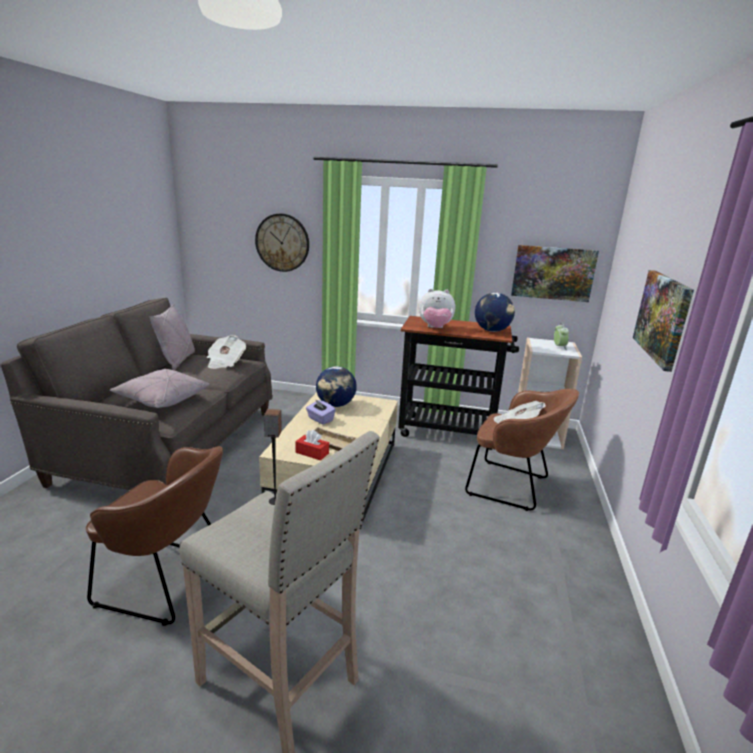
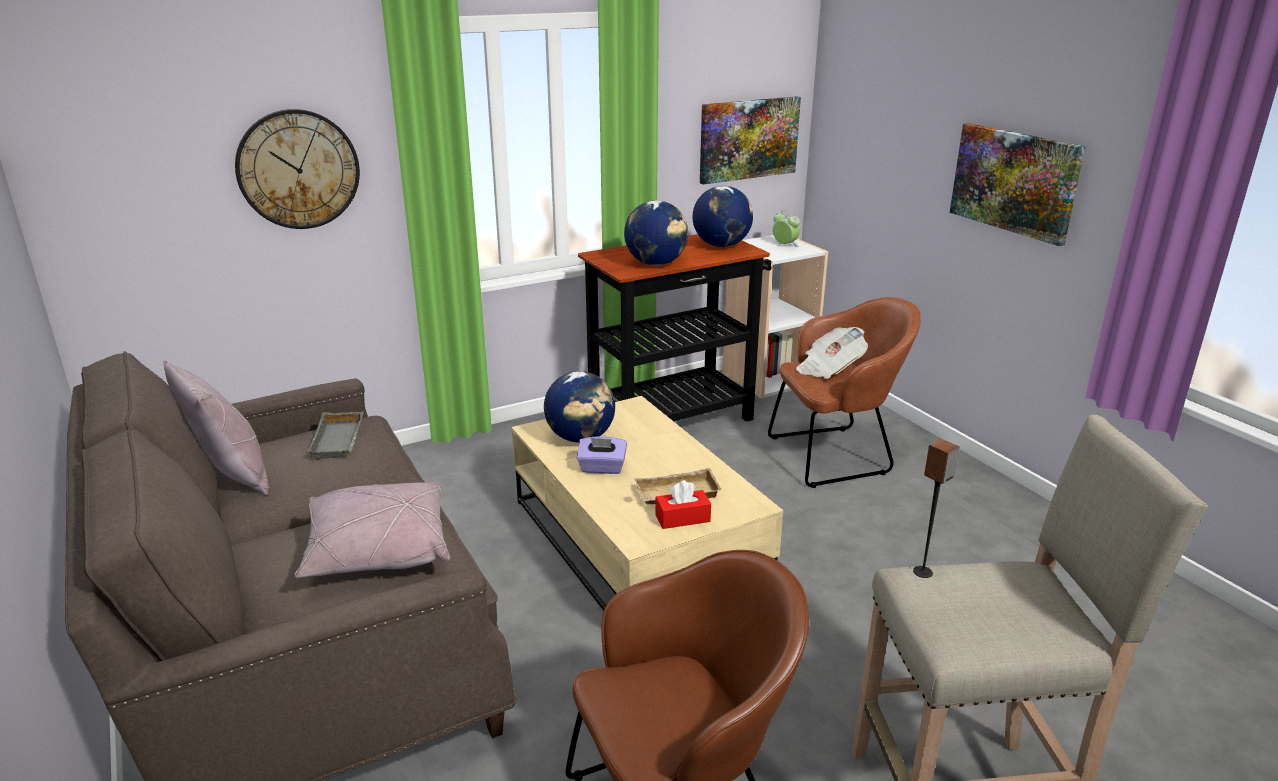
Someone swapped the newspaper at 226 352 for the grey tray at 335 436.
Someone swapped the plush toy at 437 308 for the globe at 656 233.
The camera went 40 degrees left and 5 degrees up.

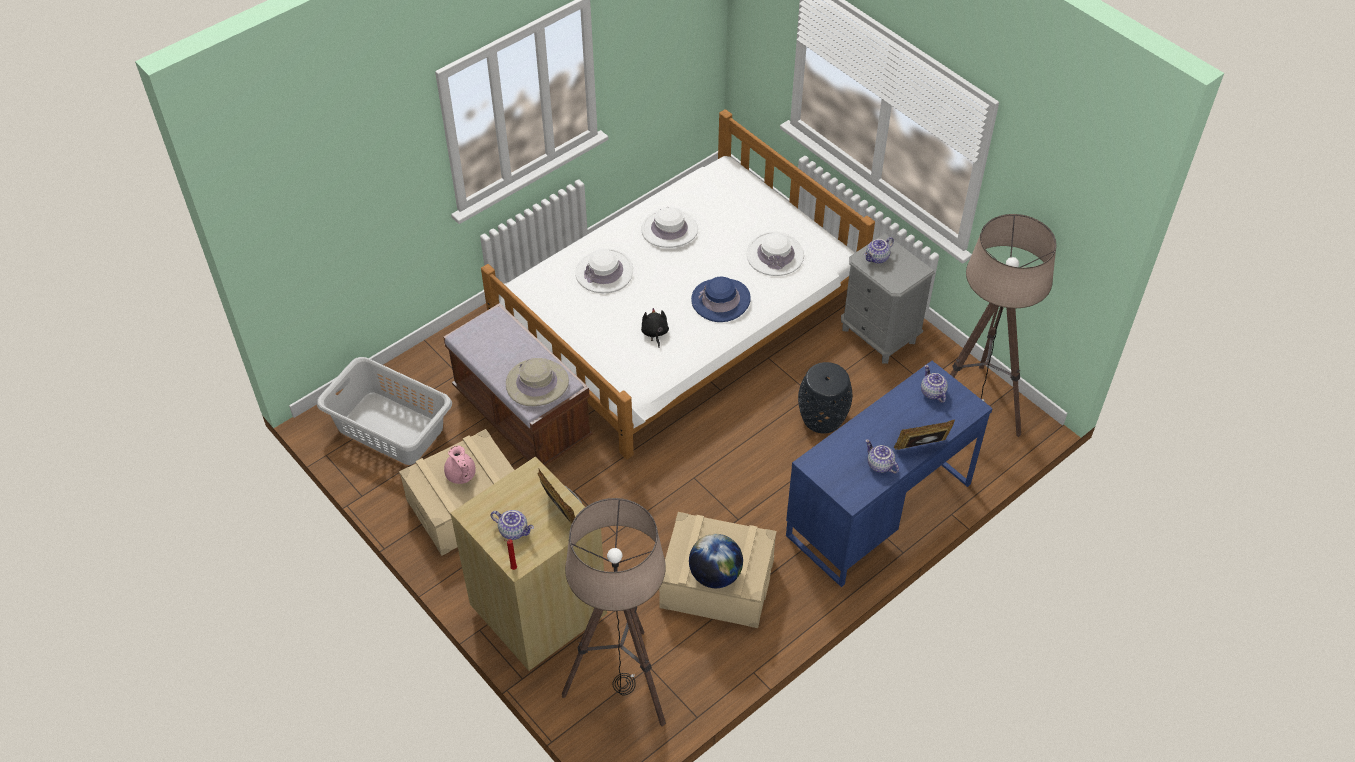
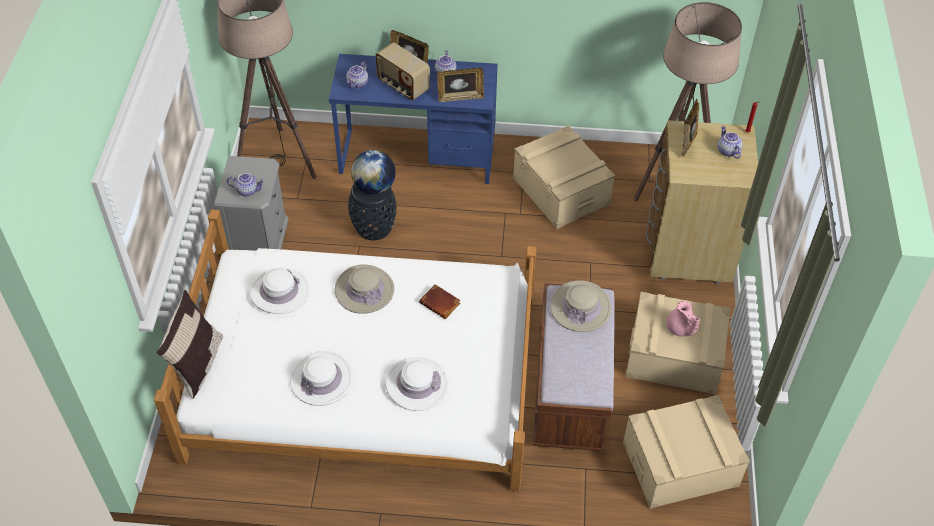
Someone put down the pillow at 190 344.
Someone repainted the blue hat at 721 299, which became the beige hat at 364 289.
Someone carried the globe from 716 561 to 373 172.
Someone put down the radio at 402 71.
Someone swapped the black plush toy at 655 328 for the brown book at 439 301.
Someone put down the picture frame at 460 85.
Someone swapped the grey laundry basket at 384 411 for the beige storage box at 686 452.
Someone rotated the pink teapot at 460 465 by 135 degrees clockwise.
The camera went 135 degrees left and 0 degrees up.

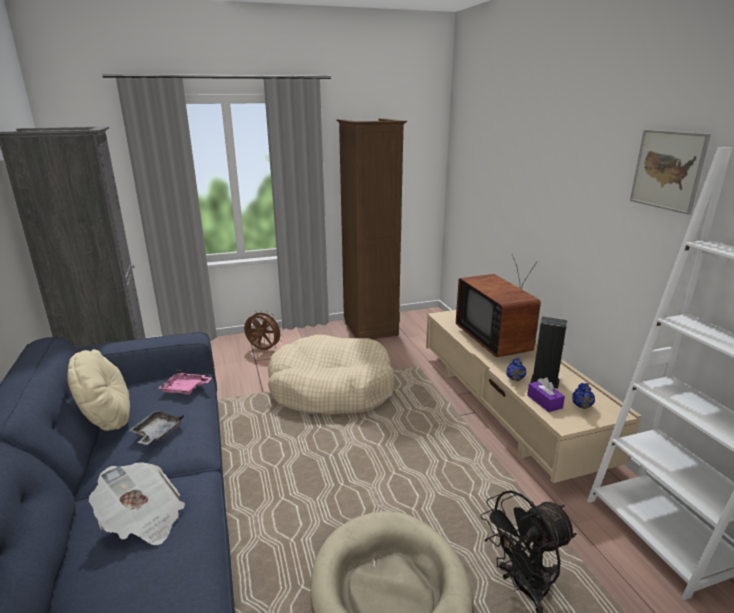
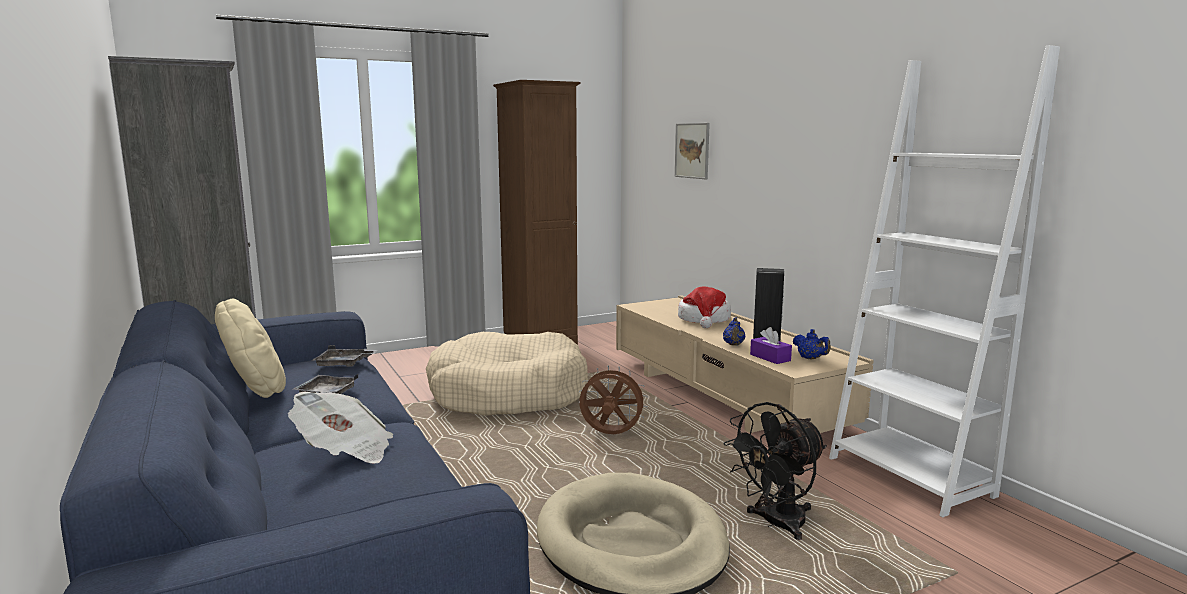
Someone repainted the pink tray at 185 382, which became the grey tray at 345 356.
Someone carried the brown fan from 264 330 to 613 399.
Someone carried the picture from 670 172 to 692 151.
Someone swapped the television at 498 305 for the hat at 704 307.
Someone rotated the blue teapot at 583 396 by 45 degrees counterclockwise.
The camera went 10 degrees left and 10 degrees down.

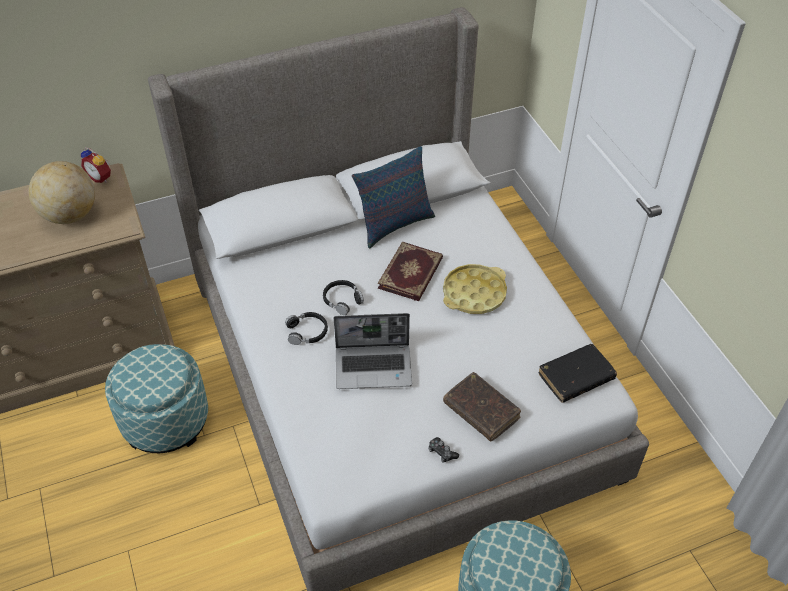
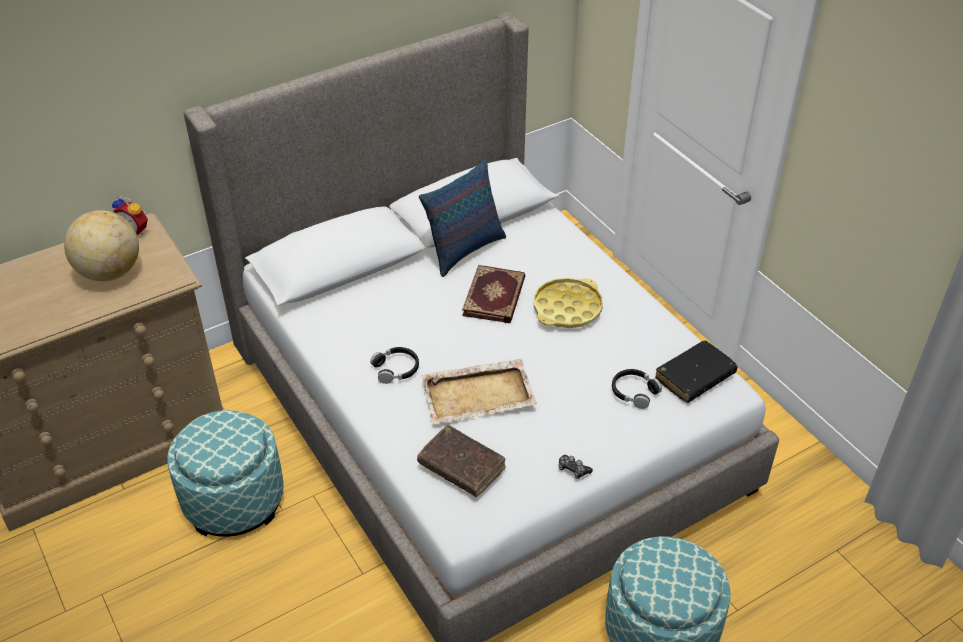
Someone carried the brown book from 482 407 to 461 461.
Someone swapped the laptop at 373 351 for the beige tray at 479 392.
Someone carried the black headphones from 343 297 to 637 389.
The camera went 10 degrees left and 5 degrees down.

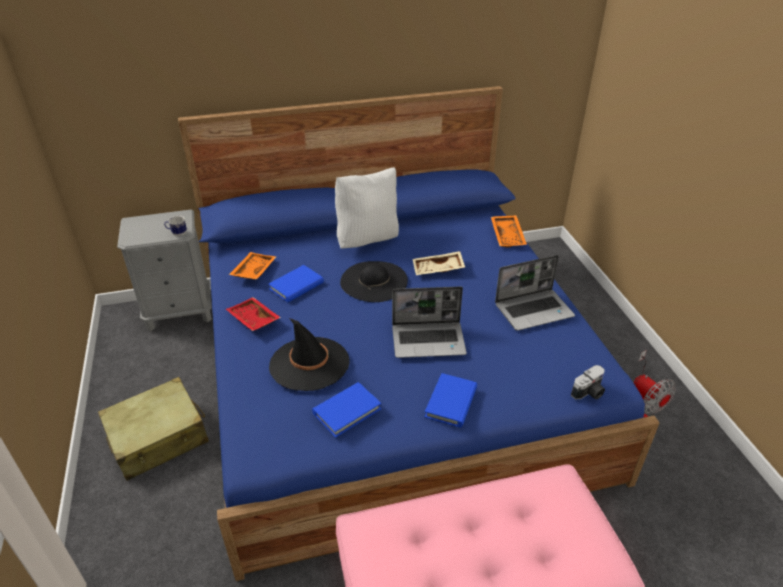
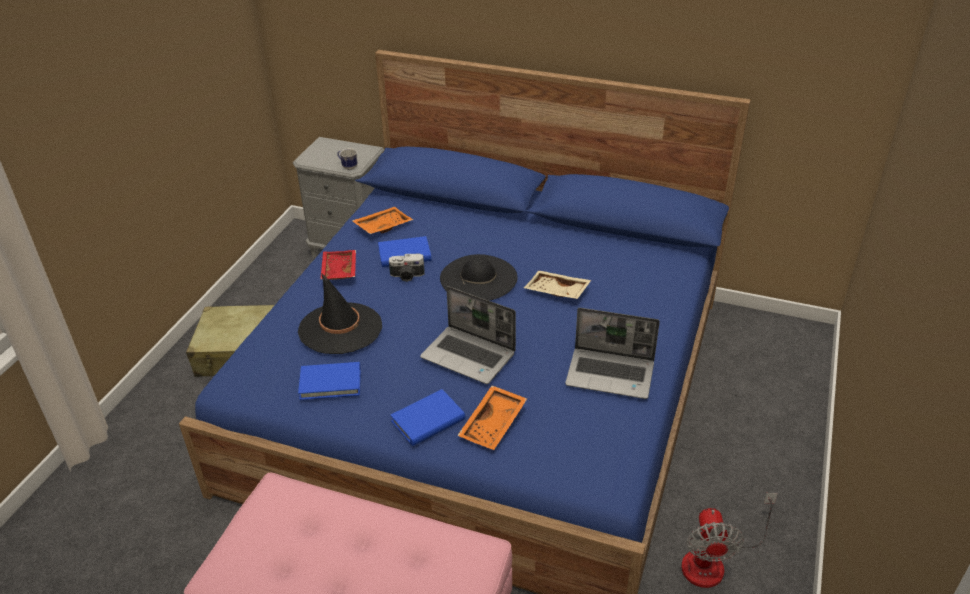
Someone carried the photo camera from 588 382 to 407 268.
Someone carried the orange tray from 509 231 to 492 418.
Someone took away the white pillow at 367 208.
The camera went 35 degrees right and 0 degrees up.

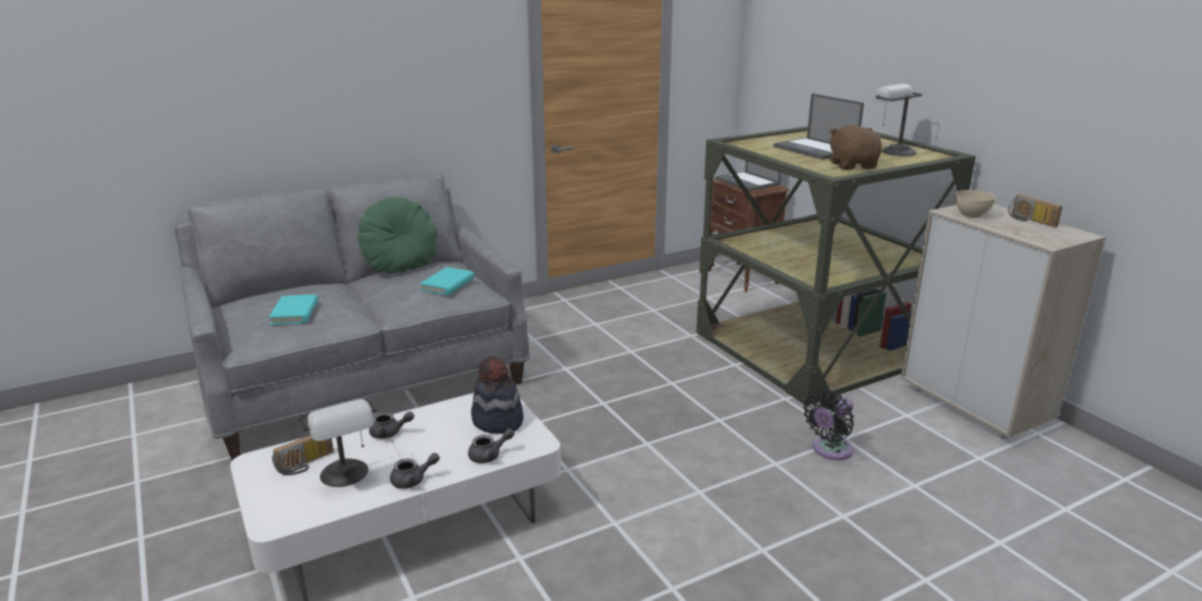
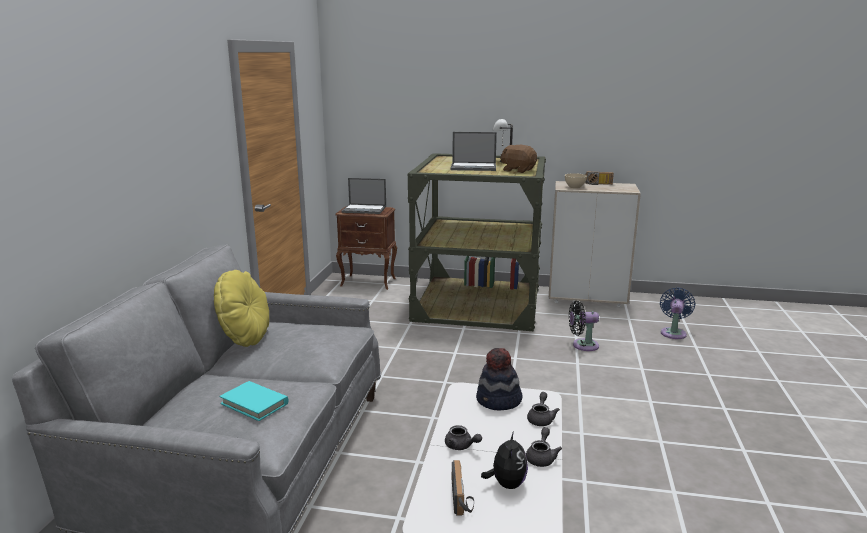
Someone repainted the green pillow at 397 235, which became the yellow pillow at 241 308.
Someone rotated the grey teapot at 391 425 by 90 degrees clockwise.
Someone swapped the table lamp at 338 443 for the plush toy at 504 460.
Someone rotated the black fan at 829 424 by 90 degrees clockwise.
Someone put down the blue fan at 678 313.
Someone took away the turquoise book at 447 281.
The camera went 50 degrees left and 5 degrees down.

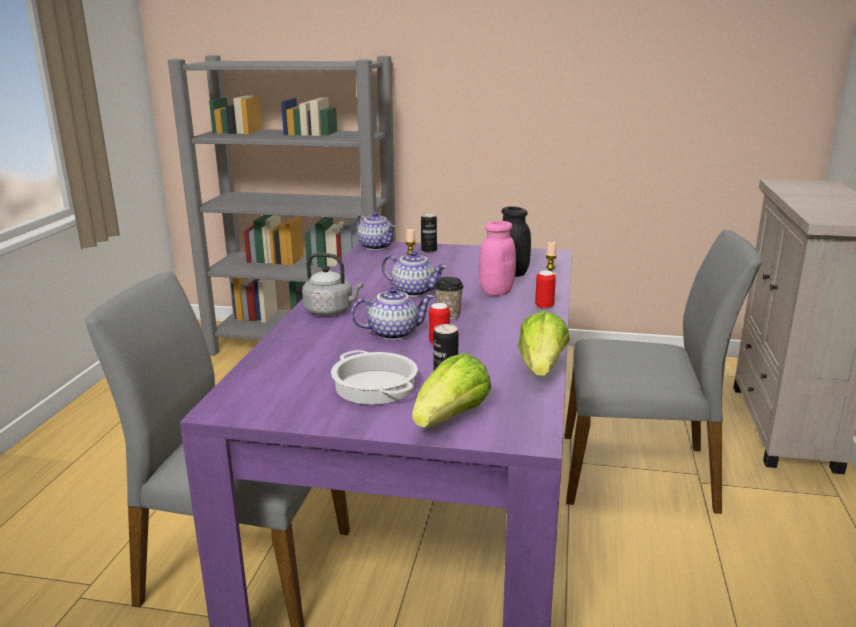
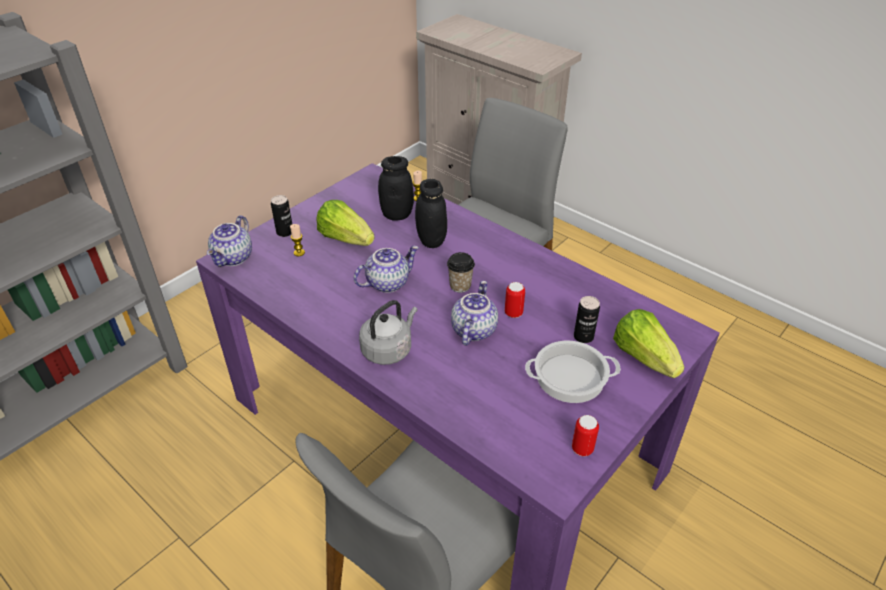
Someone rotated the teapot at 376 231 by 120 degrees clockwise.
Someone carried the lettuce from 544 343 to 345 223.
Someone repainted the pink jar at 497 258, which became the black jar at 431 213.
Someone carried the can from 545 290 to 585 436.
The camera went 60 degrees left and 20 degrees up.

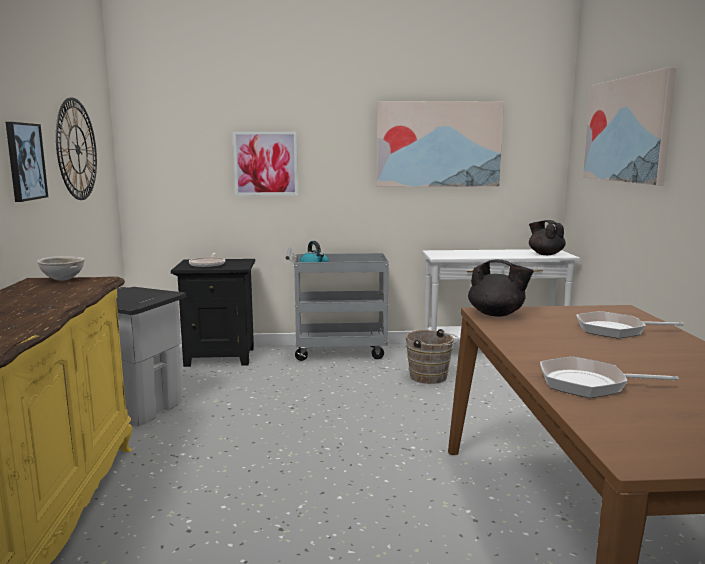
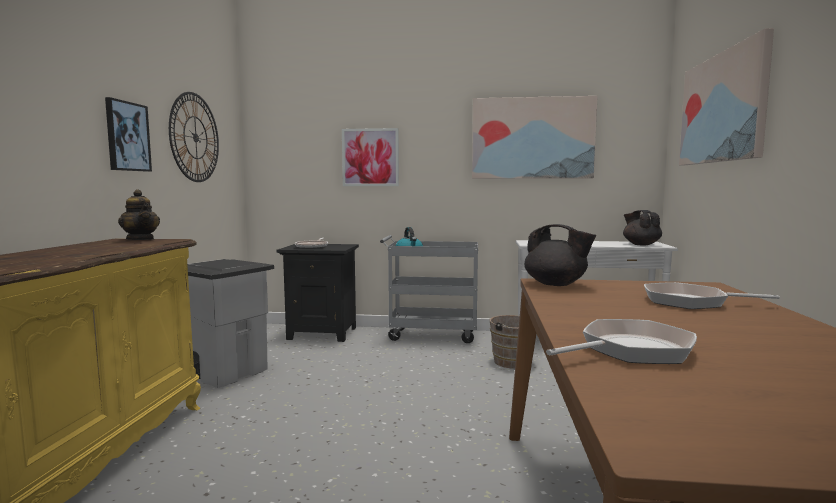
Someone swapped the grey bowl at 61 268 for the teapot at 139 214.
Someone rotated the frying pan at 609 377 by 135 degrees clockwise.
The camera went 10 degrees right and 5 degrees down.

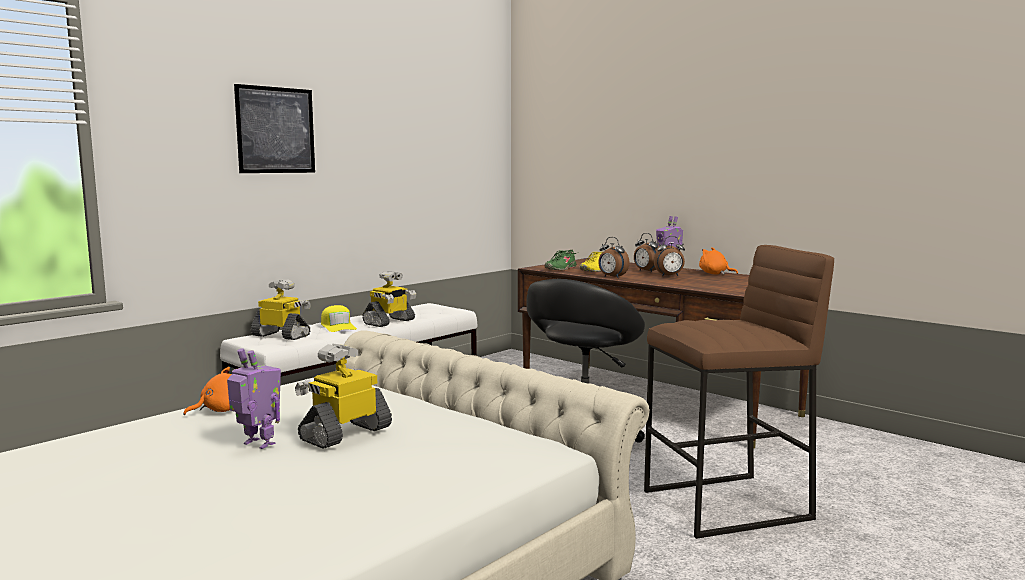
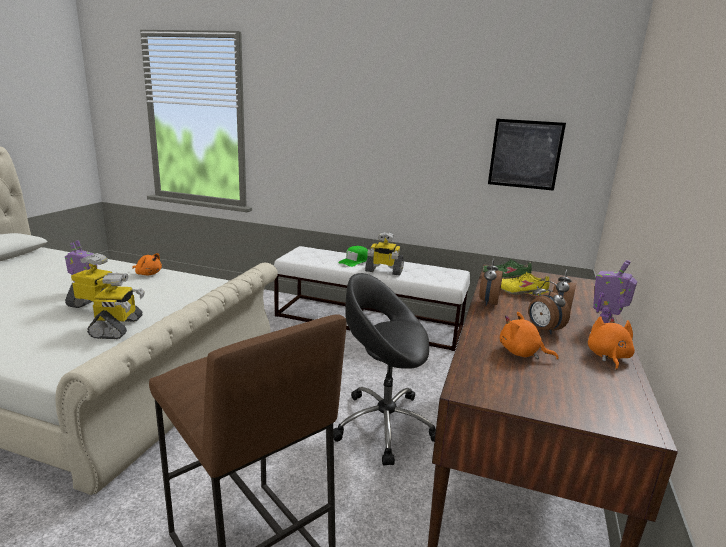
Someone carried the toy robot from 281 309 to 116 306.
Someone repainted the yellow cap at 339 318, which became the green cap at 353 256.
Someone carried the picture from 274 128 to 527 155.
Someone put down the orange plush toy at 529 336.
The camera went 65 degrees right and 10 degrees up.

